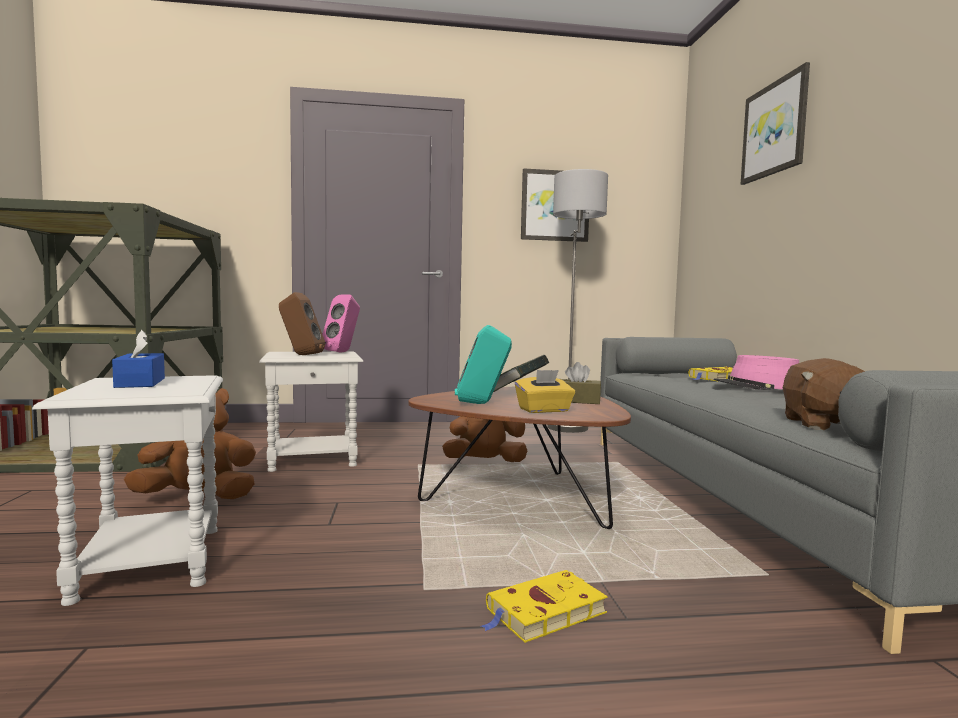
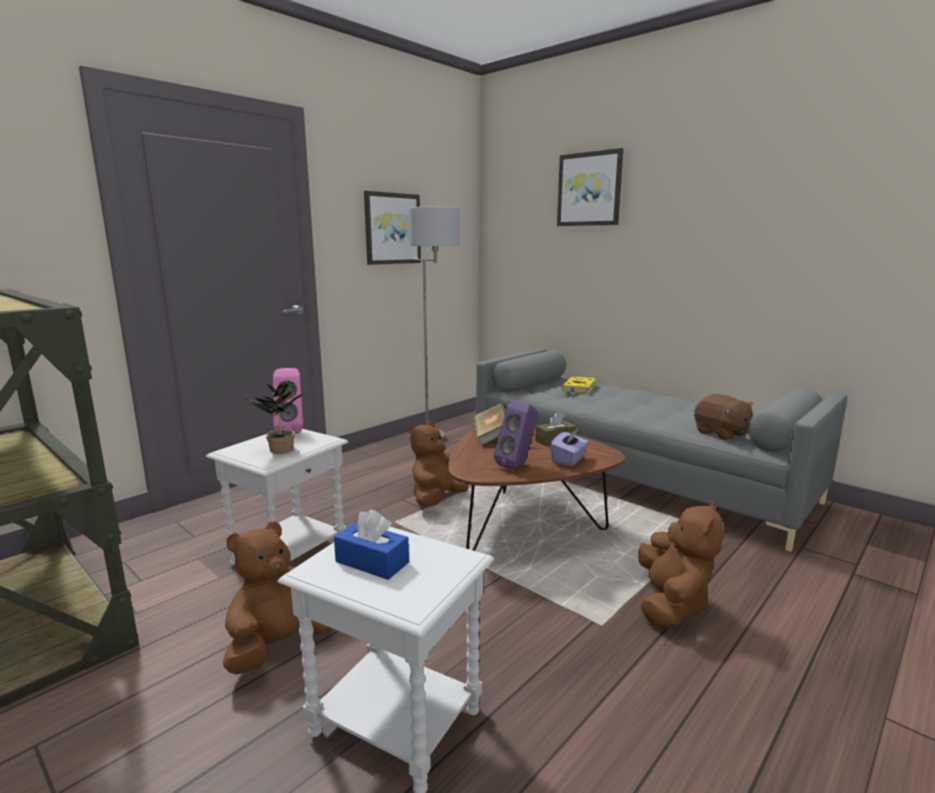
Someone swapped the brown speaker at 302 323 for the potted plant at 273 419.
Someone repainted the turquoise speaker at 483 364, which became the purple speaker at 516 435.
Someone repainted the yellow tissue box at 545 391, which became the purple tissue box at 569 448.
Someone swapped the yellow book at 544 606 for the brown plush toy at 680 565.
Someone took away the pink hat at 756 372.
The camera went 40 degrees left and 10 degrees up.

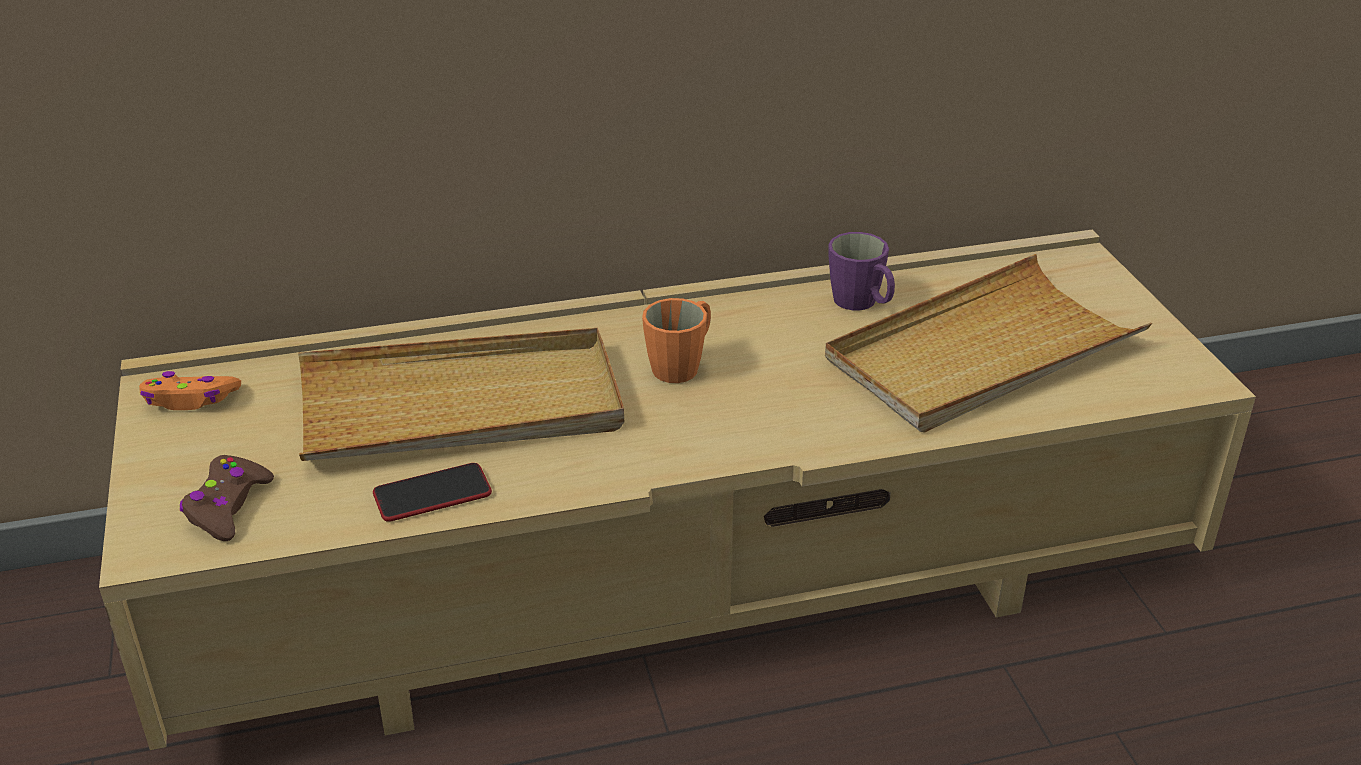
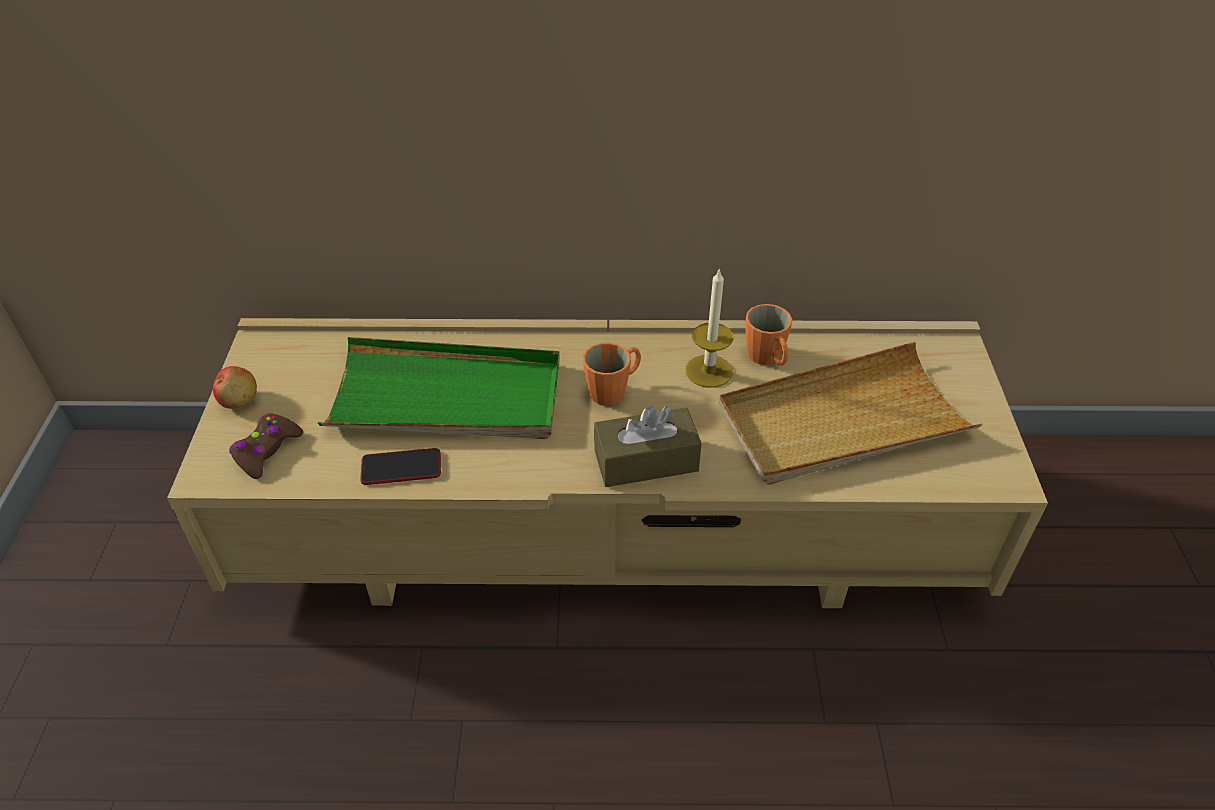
Someone put down the apple at 235 387.
Someone repainted the beige tray at 461 394, which became the green tray at 439 388.
Someone put down the brown tissue box at 648 446.
Someone put down the candle at 709 328.
Someone repainted the purple mug at 861 271, which became the orange mug at 769 335.
Someone took away the orange game controller at 190 390.
The camera went 15 degrees right and 10 degrees up.

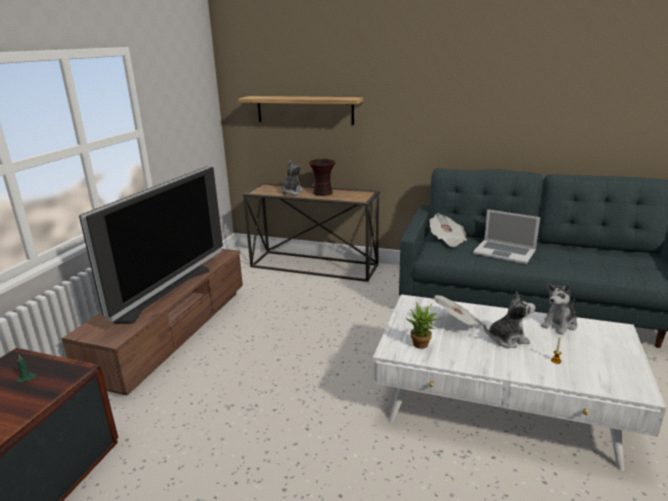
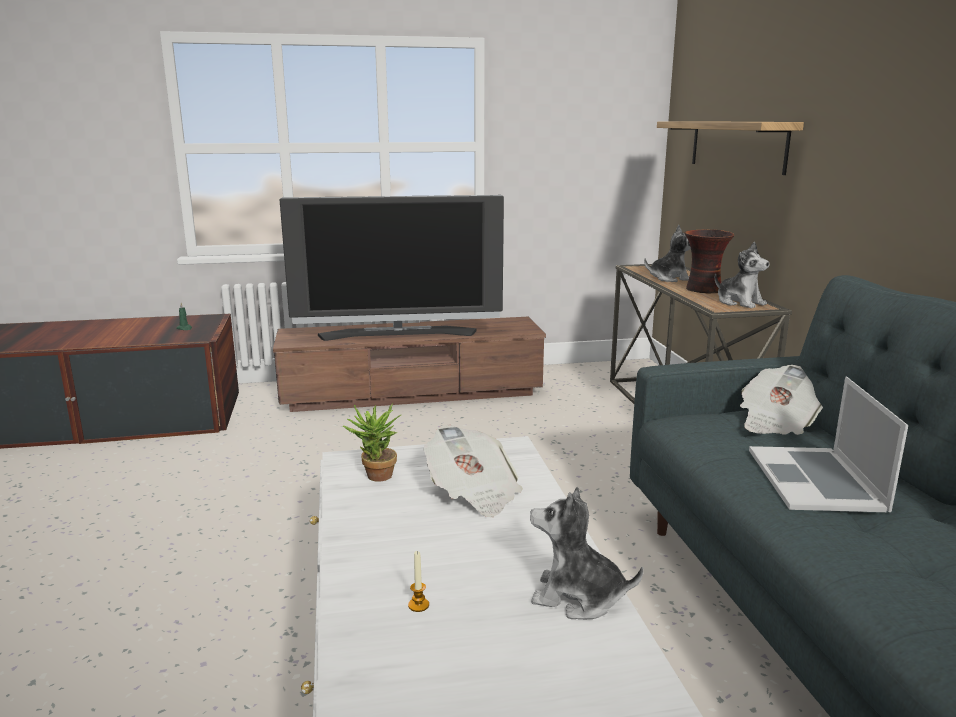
Someone carried the plush toy from 509 320 to 742 275.
The camera went 60 degrees right and 5 degrees down.

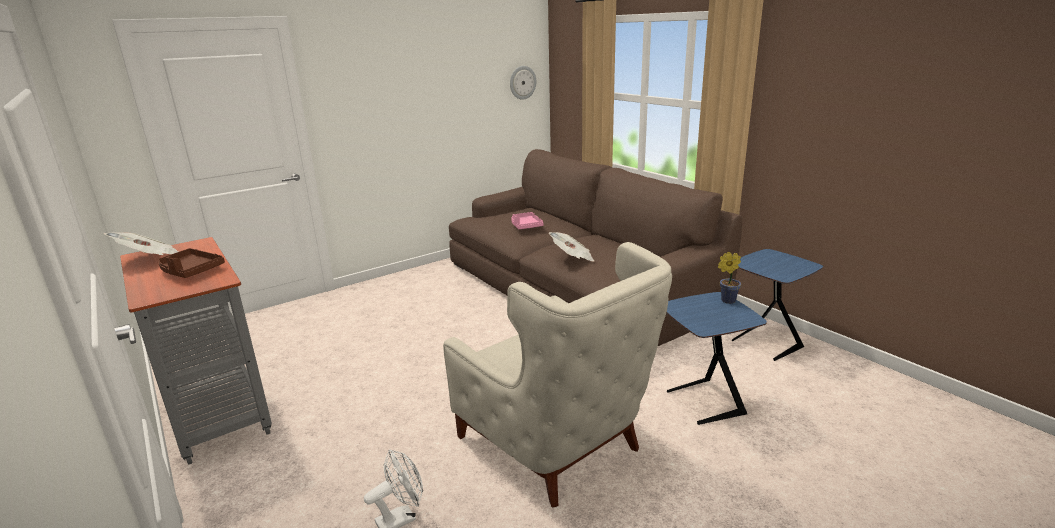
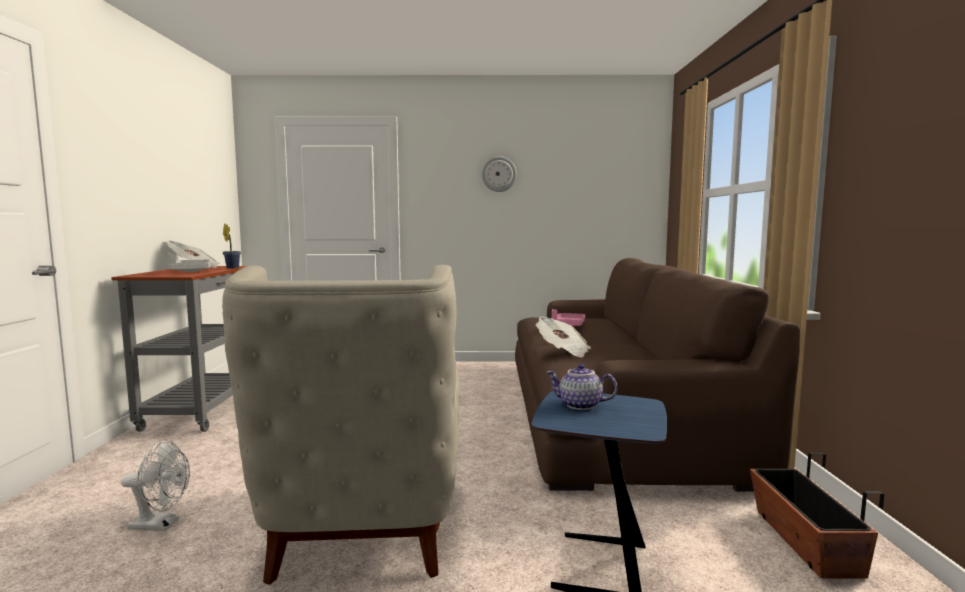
Someone repainted the brown tray at 191 263, which became the grey tray at 189 262.
Someone carried the potted plant from 729 278 to 232 246.
Someone carried the wall clock from 523 83 to 499 174.
Someone put down the teapot at 582 387.
Someone swapped the blue side table at 777 305 for the planter at 817 516.
The camera went 35 degrees right and 15 degrees down.

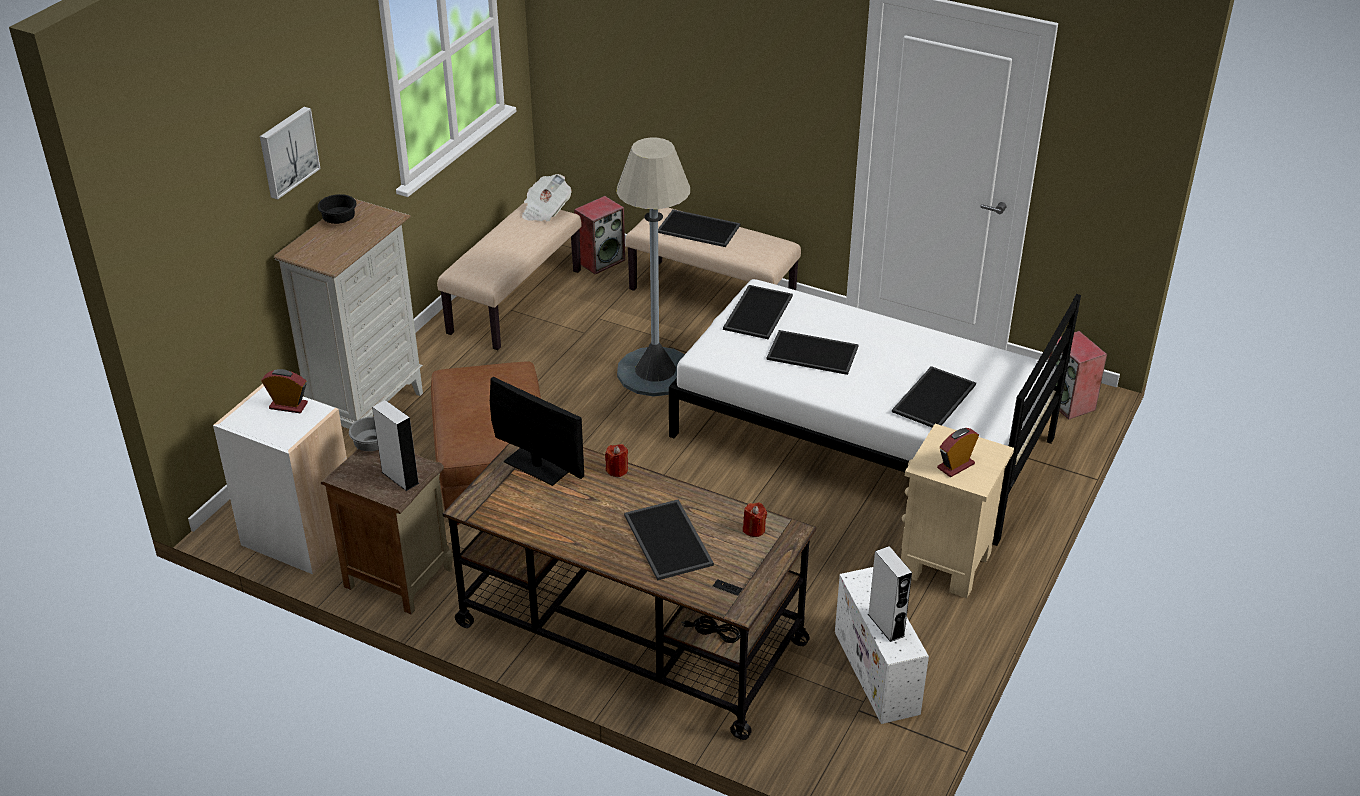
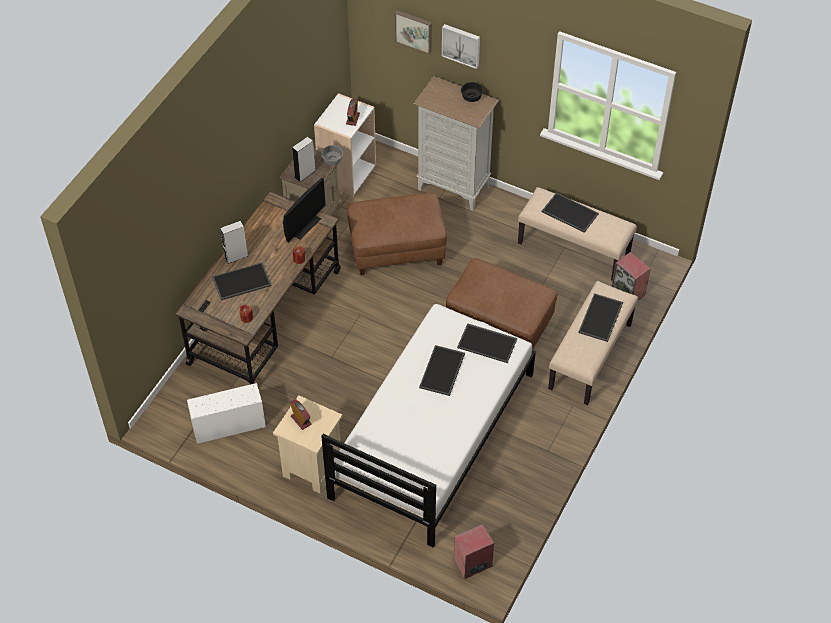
Someone carried the grey speaker from 890 594 to 234 242.
Someone put up the picture at 413 32.
Someone swapped the grey floor lamp at 653 267 for the brown ottoman at 501 304.
Someone carried the tray from 934 397 to 570 213.
Someone took away the newspaper at 546 197.
The camera went 90 degrees right and 15 degrees up.

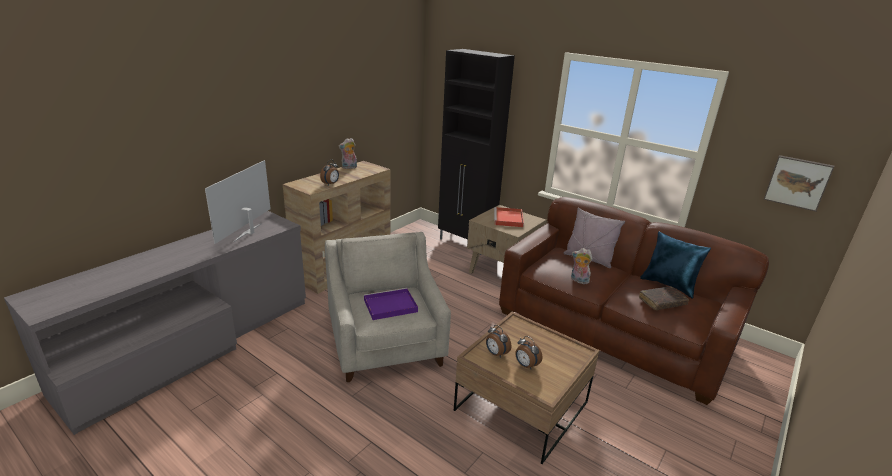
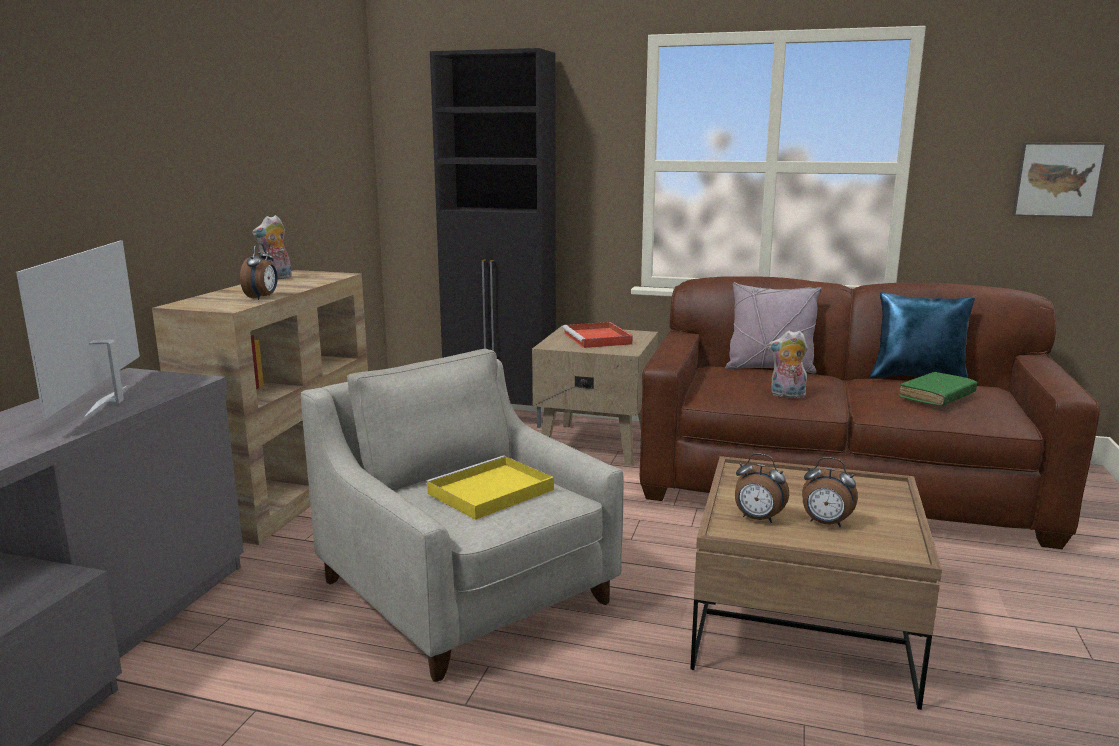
Someone repainted the purple tray at 391 304, which became the yellow tray at 489 487.
Someone repainted the brown book at 664 298, which became the green book at 938 389.
The camera went 20 degrees left and 10 degrees down.

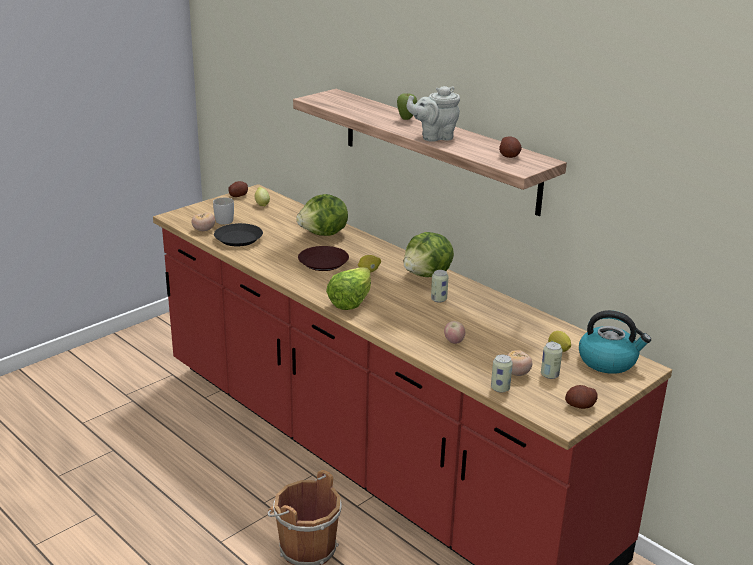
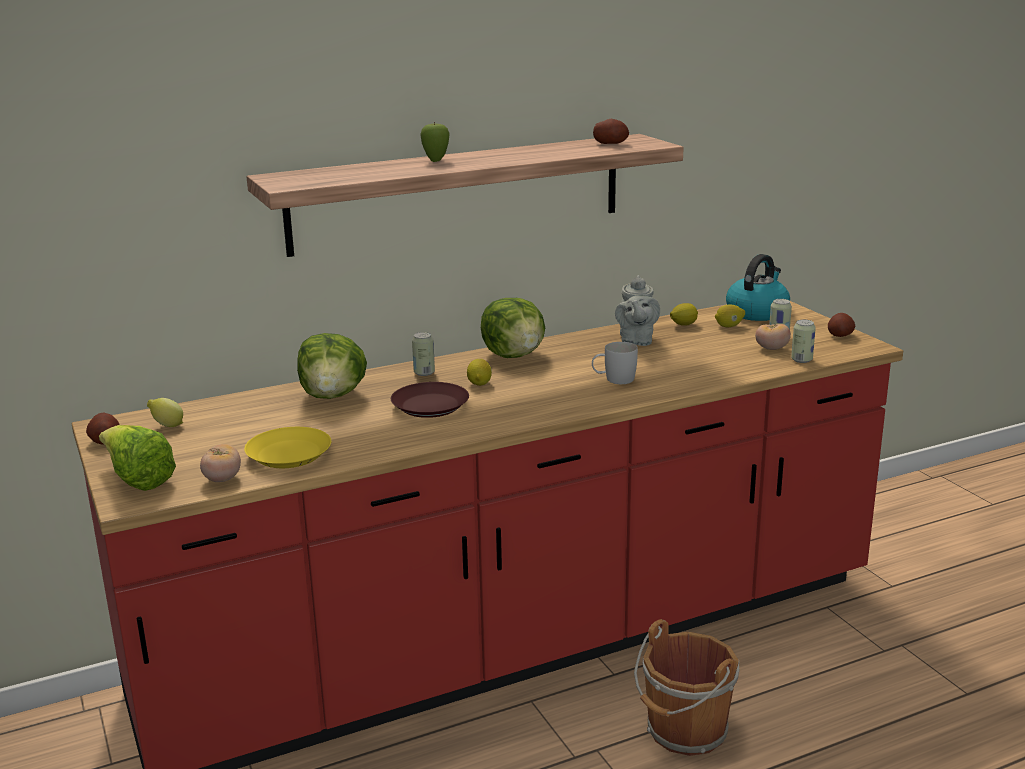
Someone carried the lettuce from 348 288 to 137 458.
Someone repainted the black plate at 238 235, which became the yellow plate at 287 447.
Someone carried the can from 440 286 to 423 354.
Someone carried the white mug from 223 211 to 615 363.
Someone carried the grey teapot from 433 114 to 637 310.
Someone put down the lemon at 684 314.
Someone took away the apple at 454 332.
The camera went 70 degrees left and 5 degrees down.

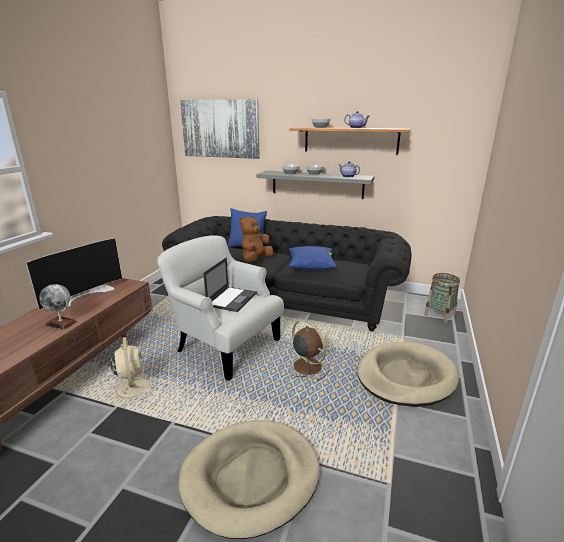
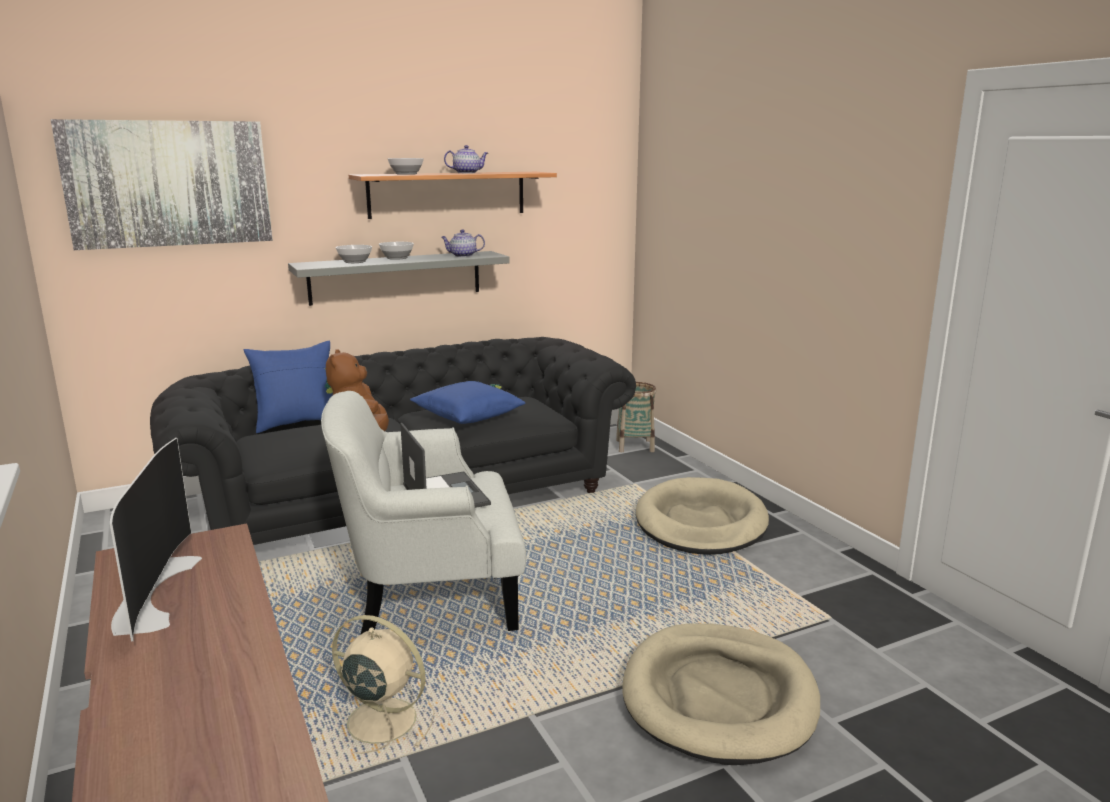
Someone took away the globe at 58 307.
Someone took away the brown fan at 311 350.
The camera went 45 degrees left and 5 degrees down.

